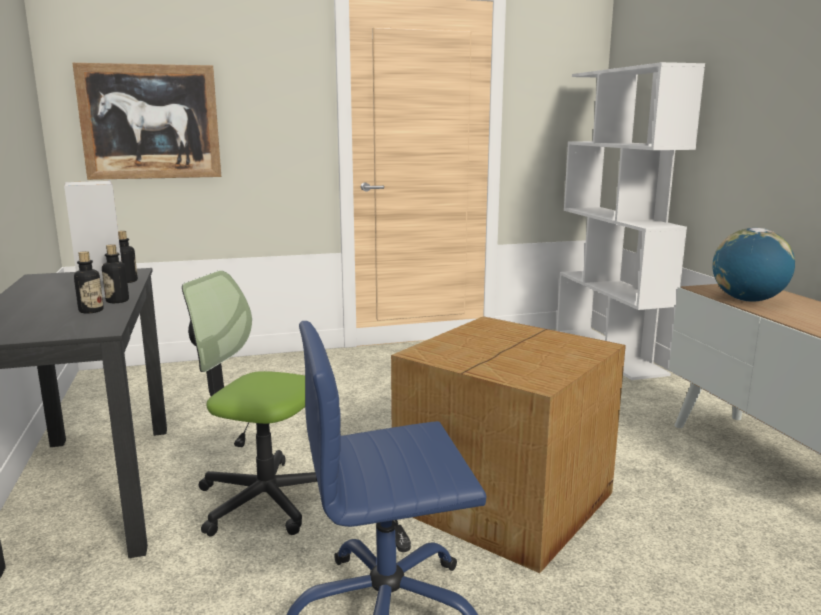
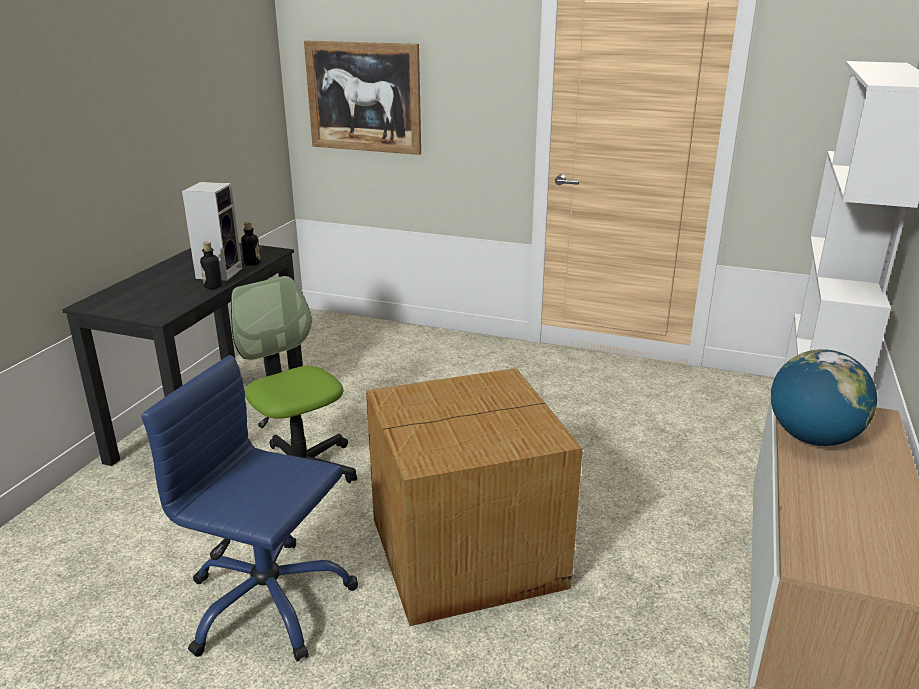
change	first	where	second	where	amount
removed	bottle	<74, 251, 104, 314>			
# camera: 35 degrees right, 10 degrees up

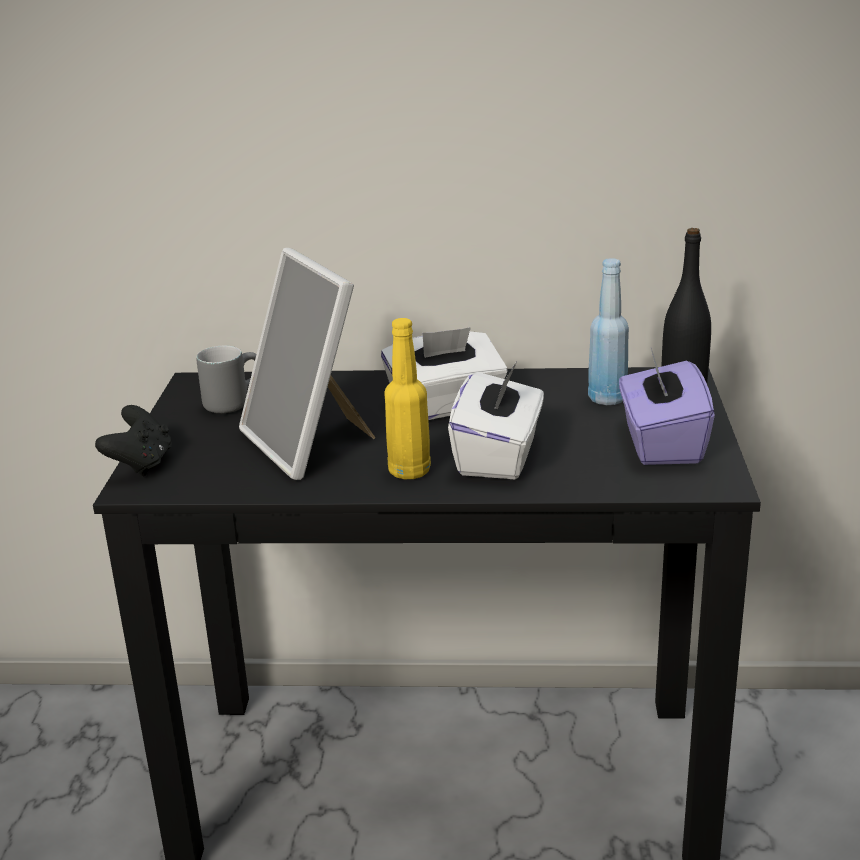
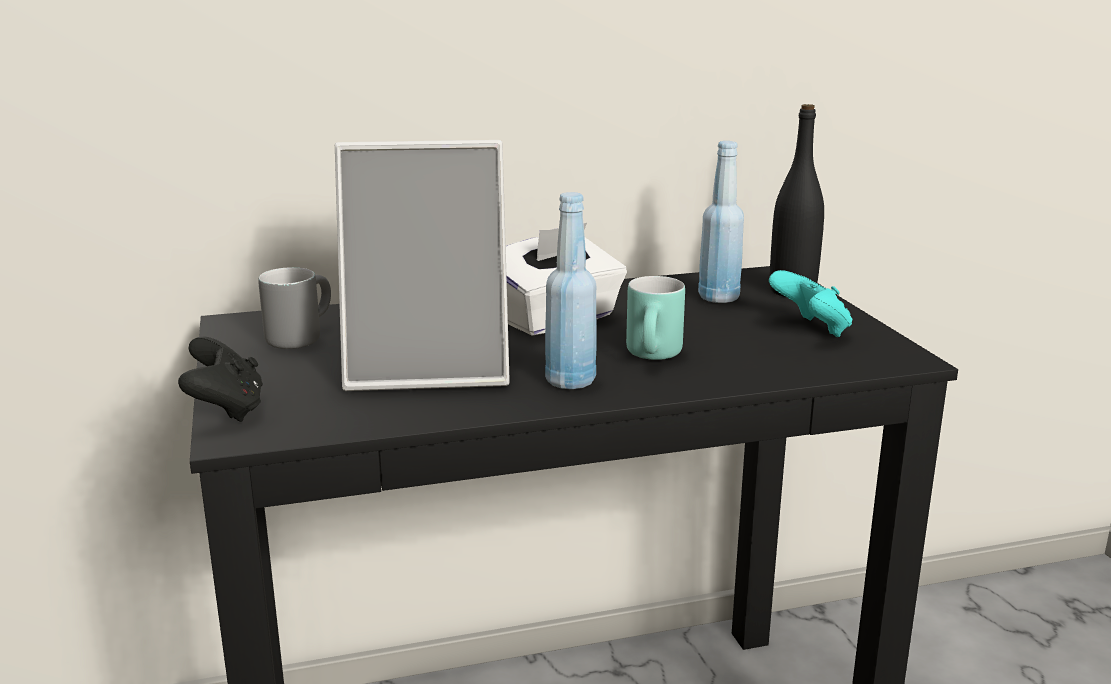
change	first	where	second	where	amount
turned	picture frame	<239, 248, 375, 480>		<335, 140, 510, 391>	45 degrees counterclockwise
recoloured	yellowish bottle	<384, 318, 431, 479>	blue-coloured bottle	<545, 192, 597, 389>	
replaced	purple-coloured box of tissues	<619, 348, 715, 465>	blue-green joypad	<769, 270, 852, 337>	
replaced	whitish box of tissues	<448, 362, 544, 479>	blue-green mug	<626, 276, 685, 360>	
# camera: 20 degrees left, 5 degrees down

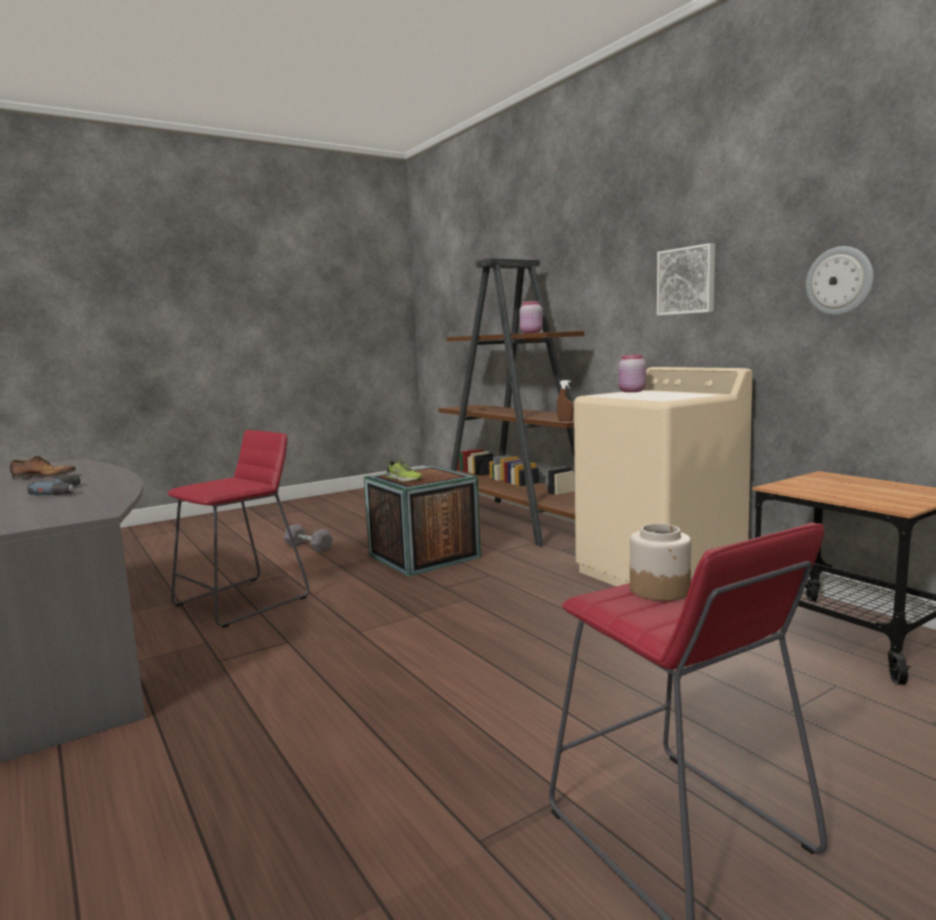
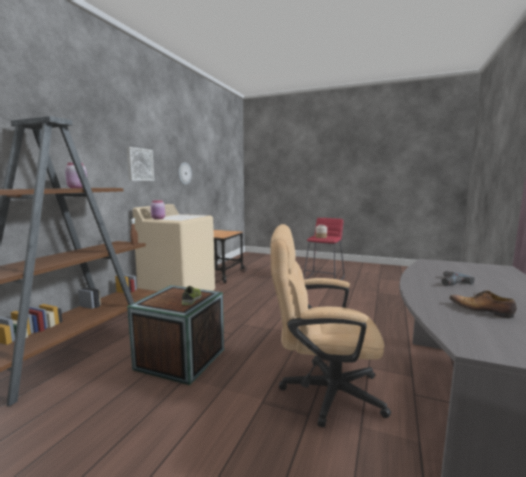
change	first	where	second	where	amount
replaced	reddish stool	<167, 430, 309, 628>	sand-coloured office chair	<271, 224, 391, 428>	
removed	greyish hand weight	<283, 524, 333, 553>			
# camera: 125 degrees left, 0 degrees up

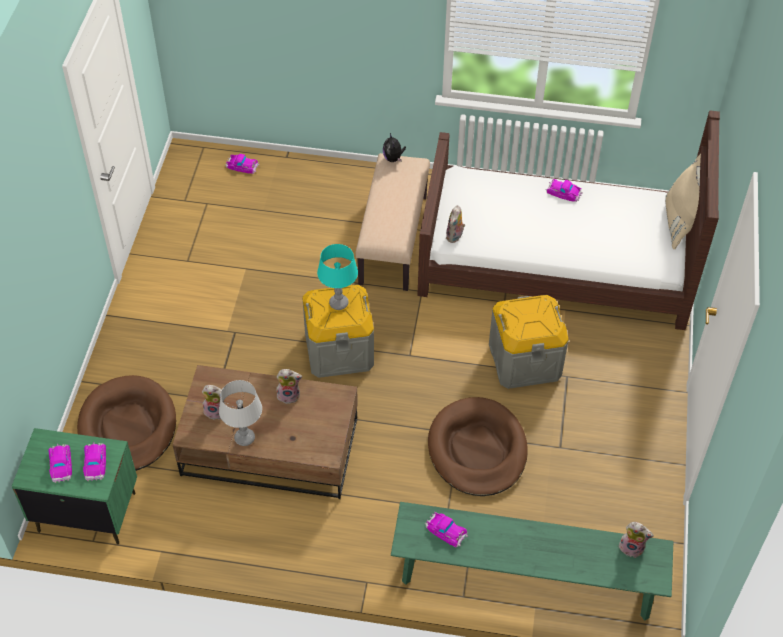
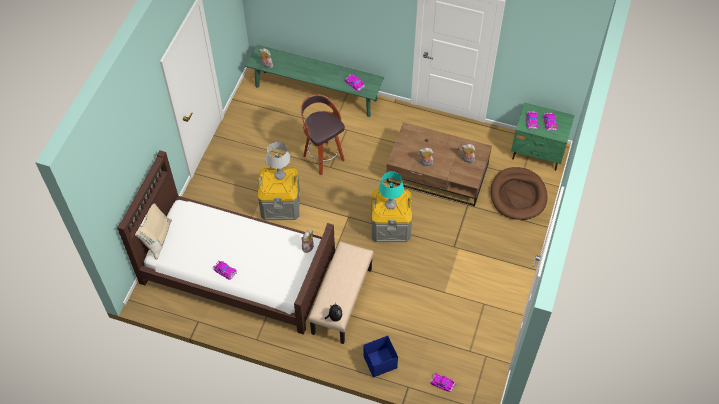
change	first	where	second	where	amount
moved	greyish tabletop lamp	<219, 380, 262, 446>		<266, 142, 290, 180>	
replaced	brown-coloured dog cushion	<428, 397, 528, 496>	stool	<301, 94, 345, 175>	
added			blue-coloured storage container	<363, 336, 398, 377>	
# camera: 170 degrees left, 5 degrees up

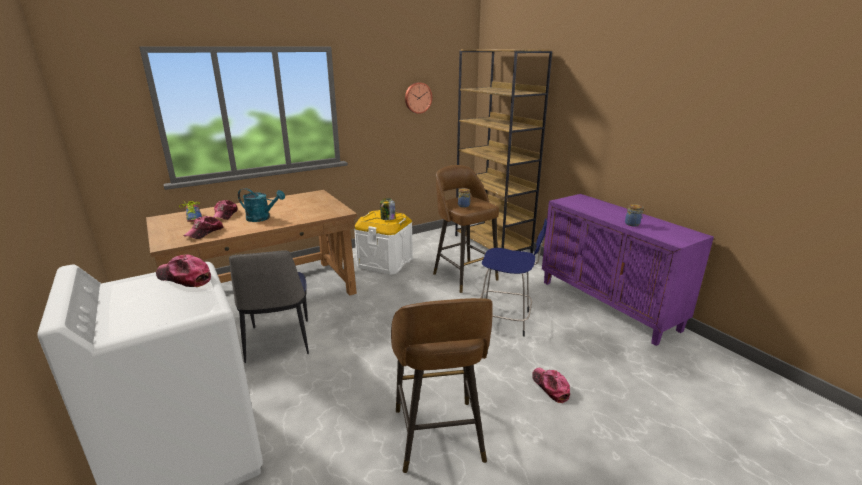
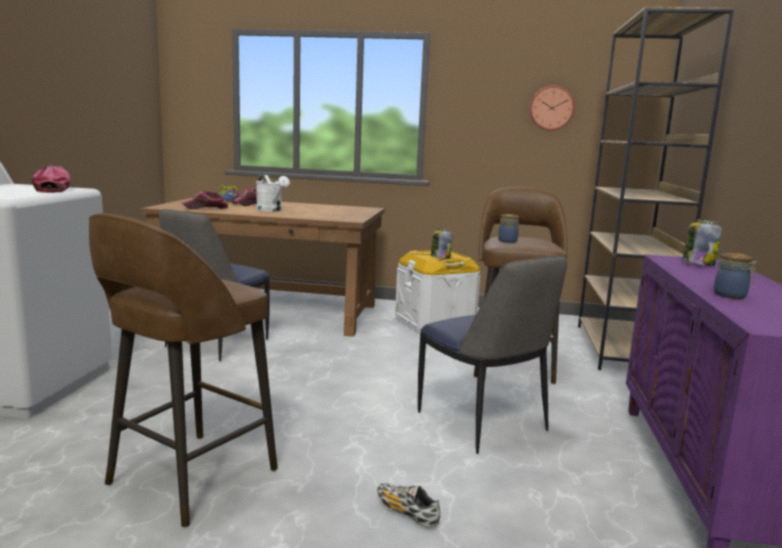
change	first	where	second	where	amount
recoloured	blue-green watering can	<238, 188, 285, 222>	whitish watering can	<256, 173, 290, 211>	
replaced	blue-coloured stool	<480, 218, 547, 337>	chair	<418, 256, 568, 454>	
replaced	cap	<532, 368, 570, 403>	item of footwear	<377, 483, 440, 528>	
added			preserve jar	<682, 219, 722, 266>	
# camera: 40 degrees right, 10 degrees down

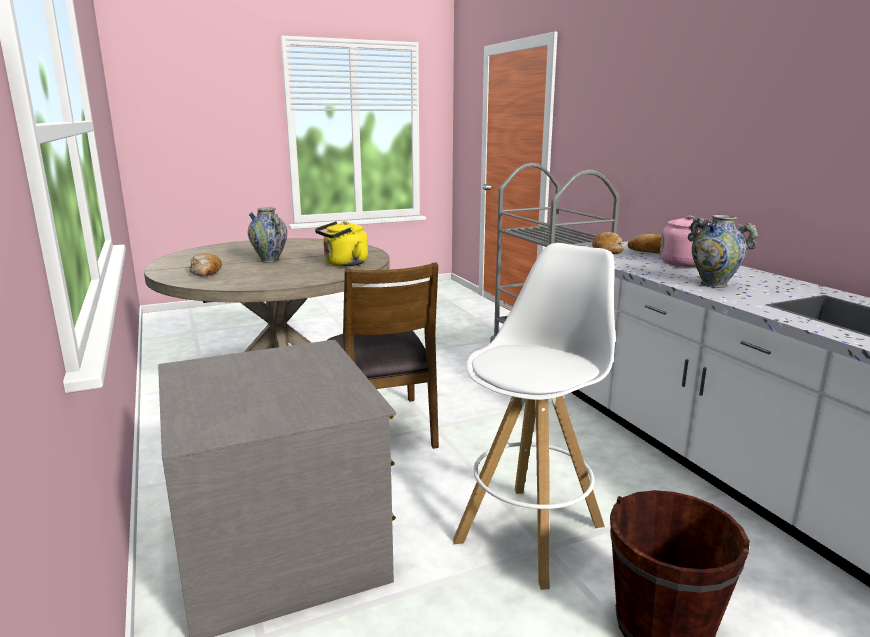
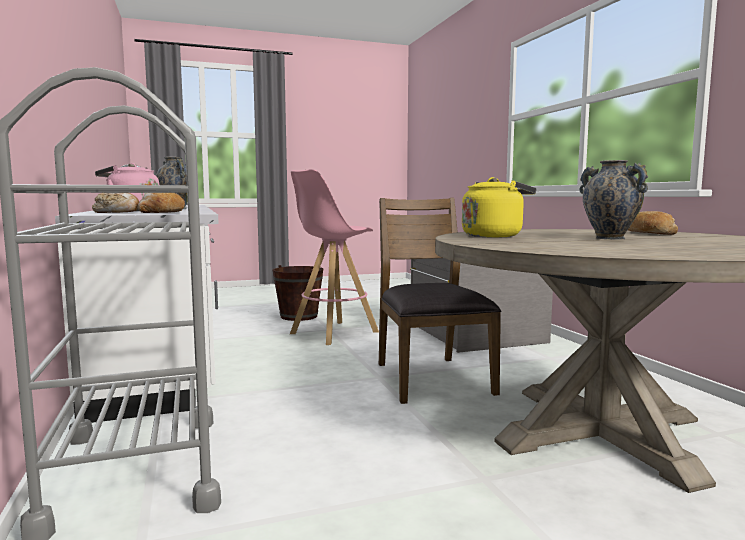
change	first	where	second	where	amount
recoloured	whitish stool	<453, 243, 615, 590>	pinkish stool	<290, 169, 379, 345>	
# camera: 175 degrees left, 10 degrees down

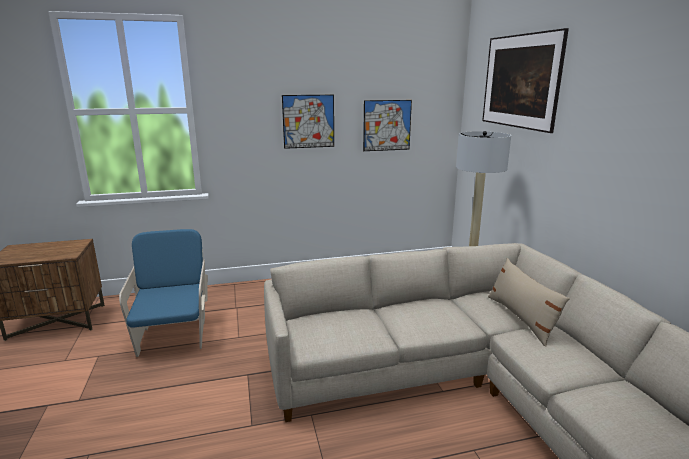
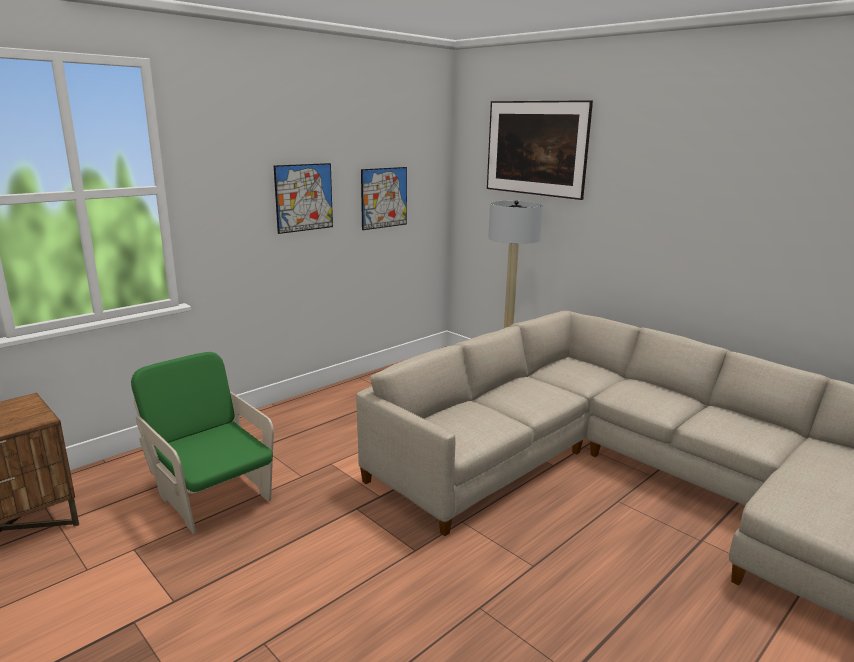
change	first	where	second	where	amount
recoloured	blue-coloured lounge chair	<119, 229, 208, 357>	greenish lounge chair	<131, 352, 274, 534>	
removed	sand-coloured pillow	<488, 258, 570, 347>			
# camera: 30 degrees left, 0 degrees up

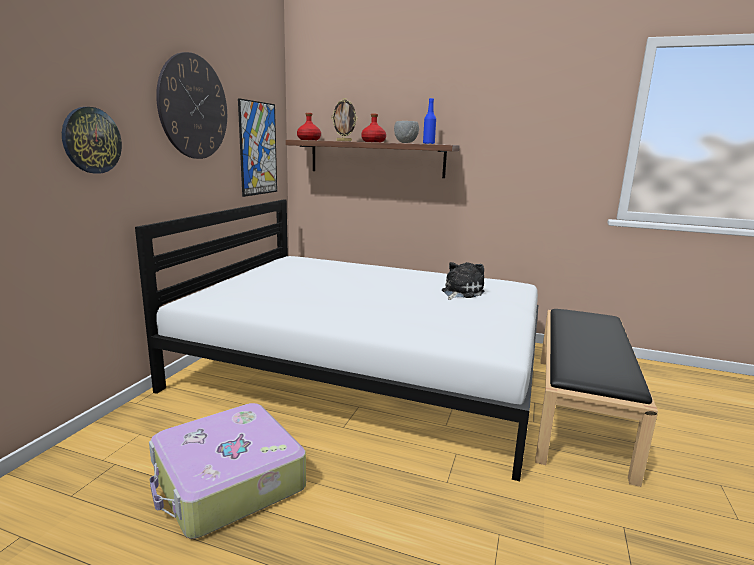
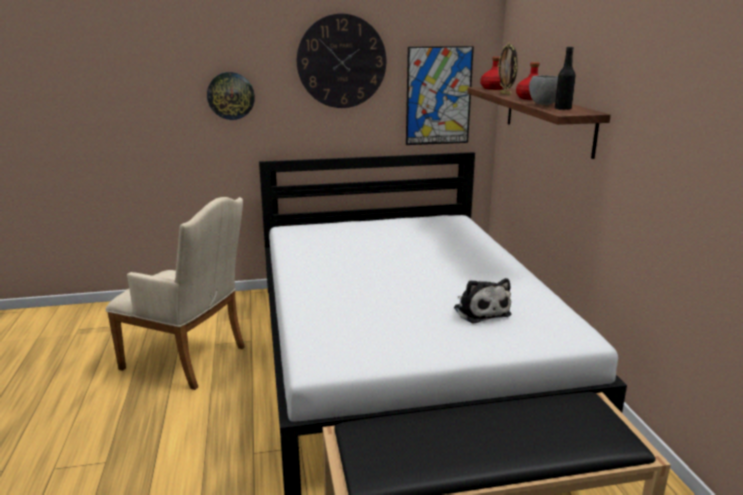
change	first	where	second	where	amount
recoloured	blue-coloured bottle	<423, 98, 436, 144>	blackish bottle	<555, 47, 576, 110>	
turned	plush toy	<442, 262, 485, 300>		<454, 278, 511, 324>	60 degrees clockwise
replaced	suitcase	<149, 403, 306, 539>	sand-coloured lounge chair	<105, 197, 245, 390>	
# camera: 60 degrees right, 5 degrees up

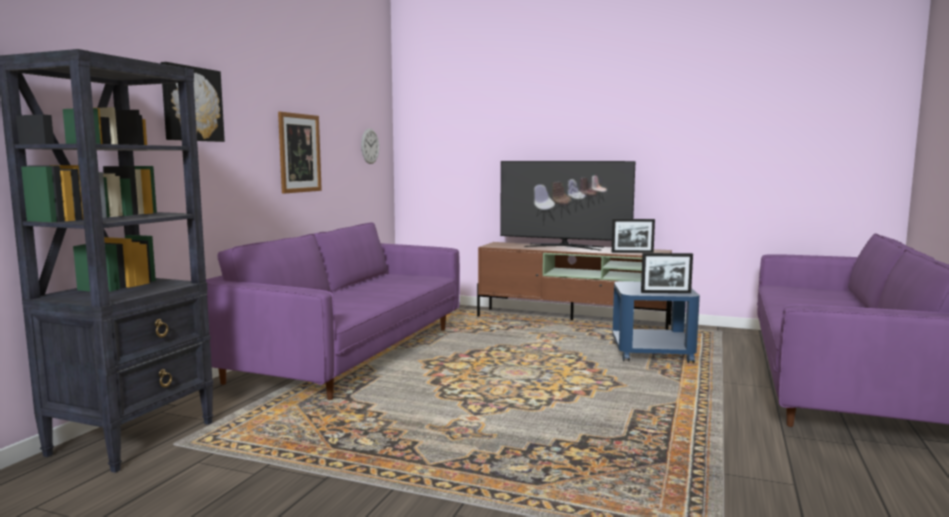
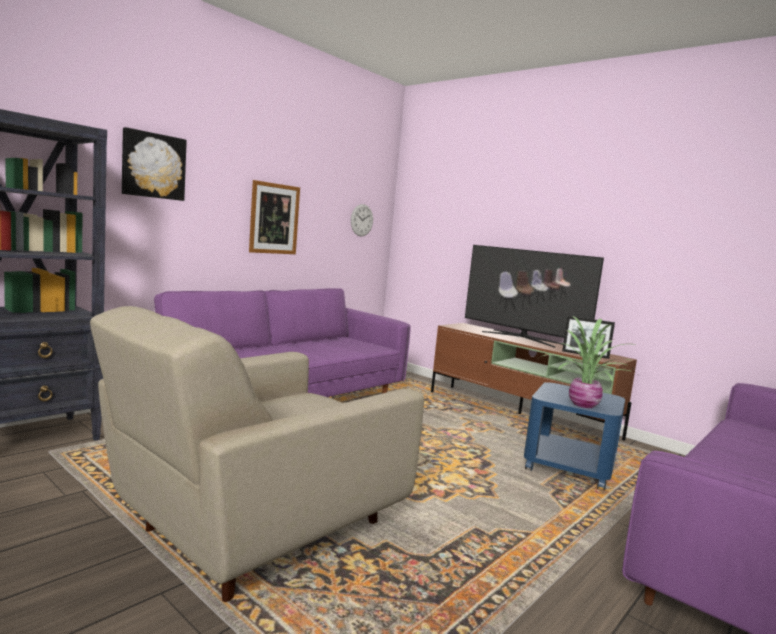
change	first	where	second	where	amount
replaced	picture frame	<641, 253, 693, 293>	plant in a pot	<540, 316, 636, 408>	
added			sand-coloured lounge chair	<90, 306, 424, 602>	
# camera: 20 degrees right, 0 degrees up

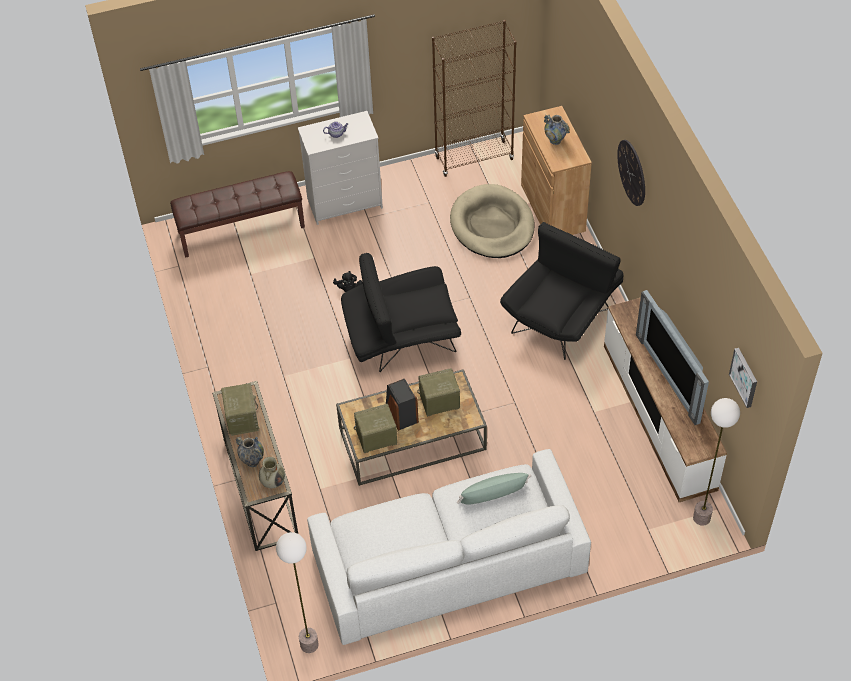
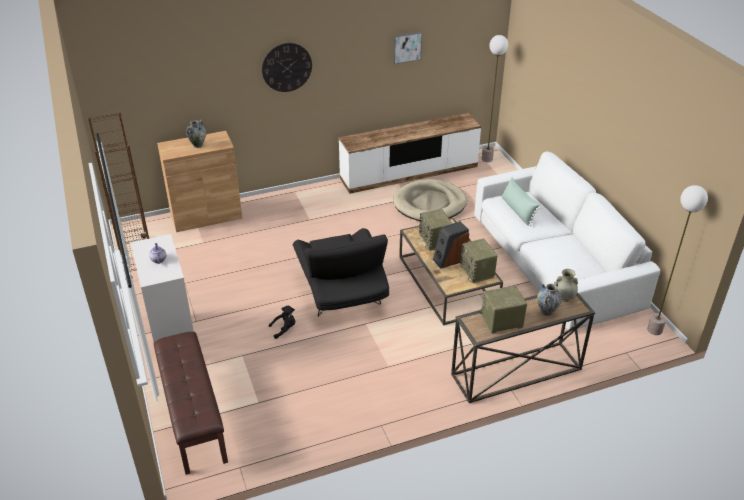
change	first	where	second	where	amount
moved	sand-coloured dog cushion	<450, 184, 535, 258>		<393, 179, 467, 221>	
removed	blackish lounge chair	<500, 222, 624, 360>			
removed	television	<636, 290, 709, 425>			
moved	picture	<729, 348, 757, 408>		<393, 32, 422, 64>	
# camera: 95 degrees left, 15 degrees down

